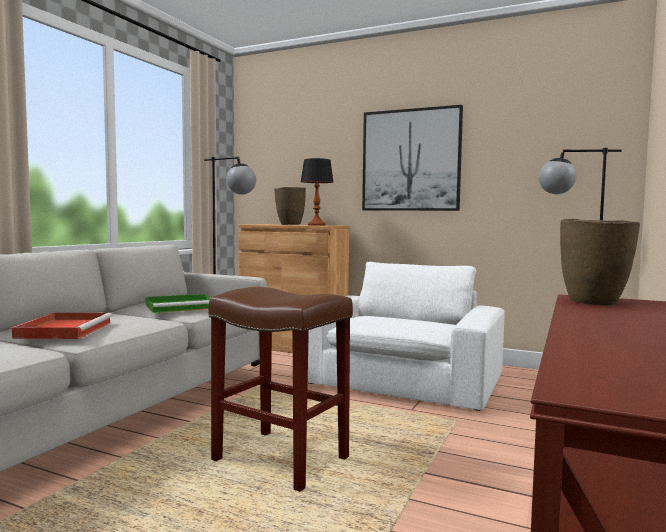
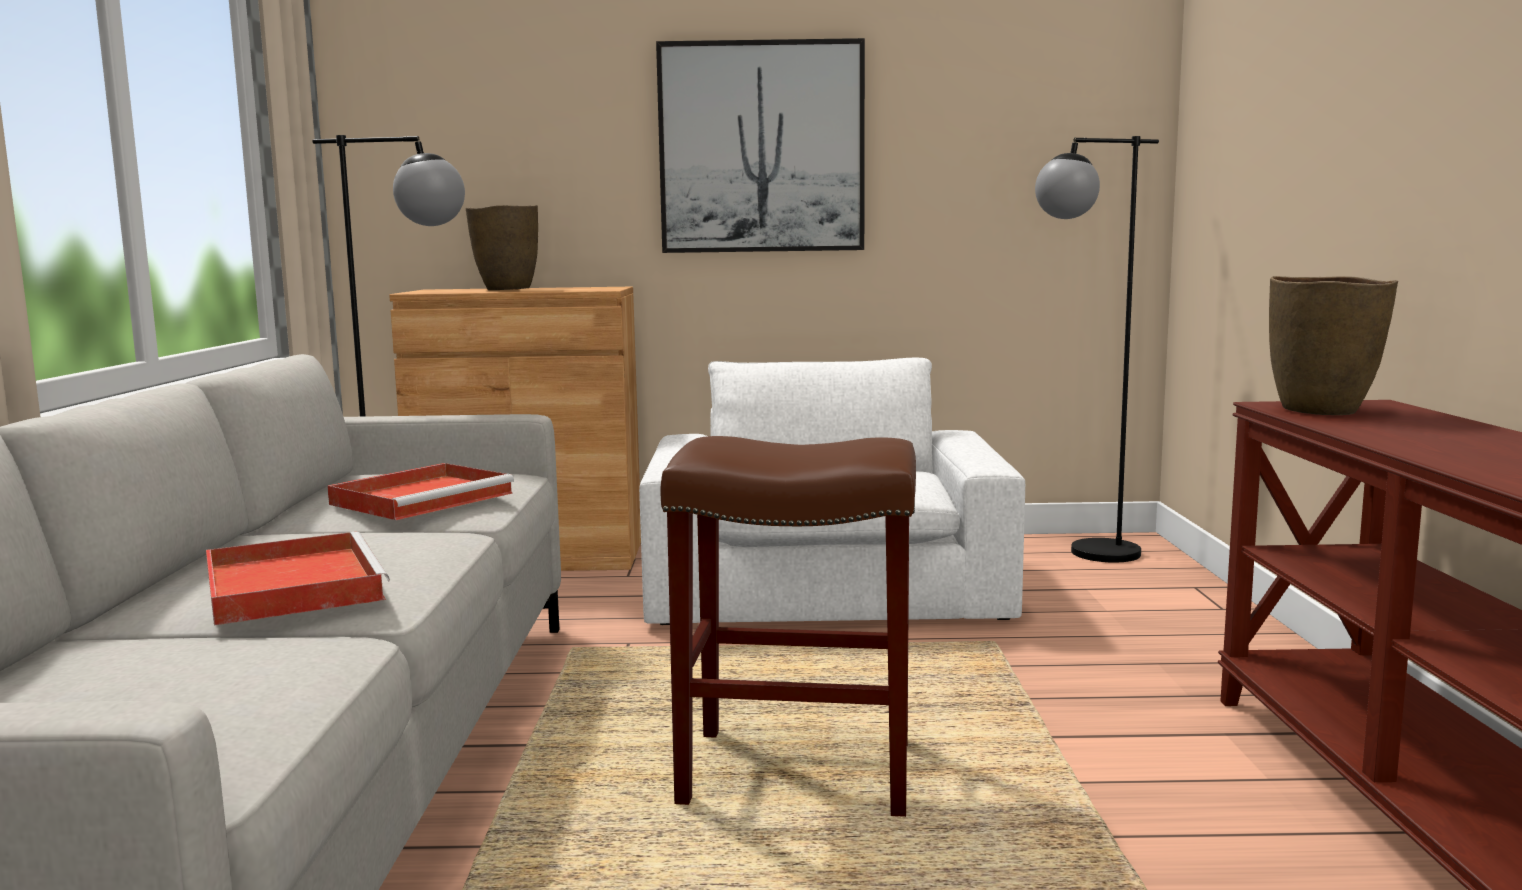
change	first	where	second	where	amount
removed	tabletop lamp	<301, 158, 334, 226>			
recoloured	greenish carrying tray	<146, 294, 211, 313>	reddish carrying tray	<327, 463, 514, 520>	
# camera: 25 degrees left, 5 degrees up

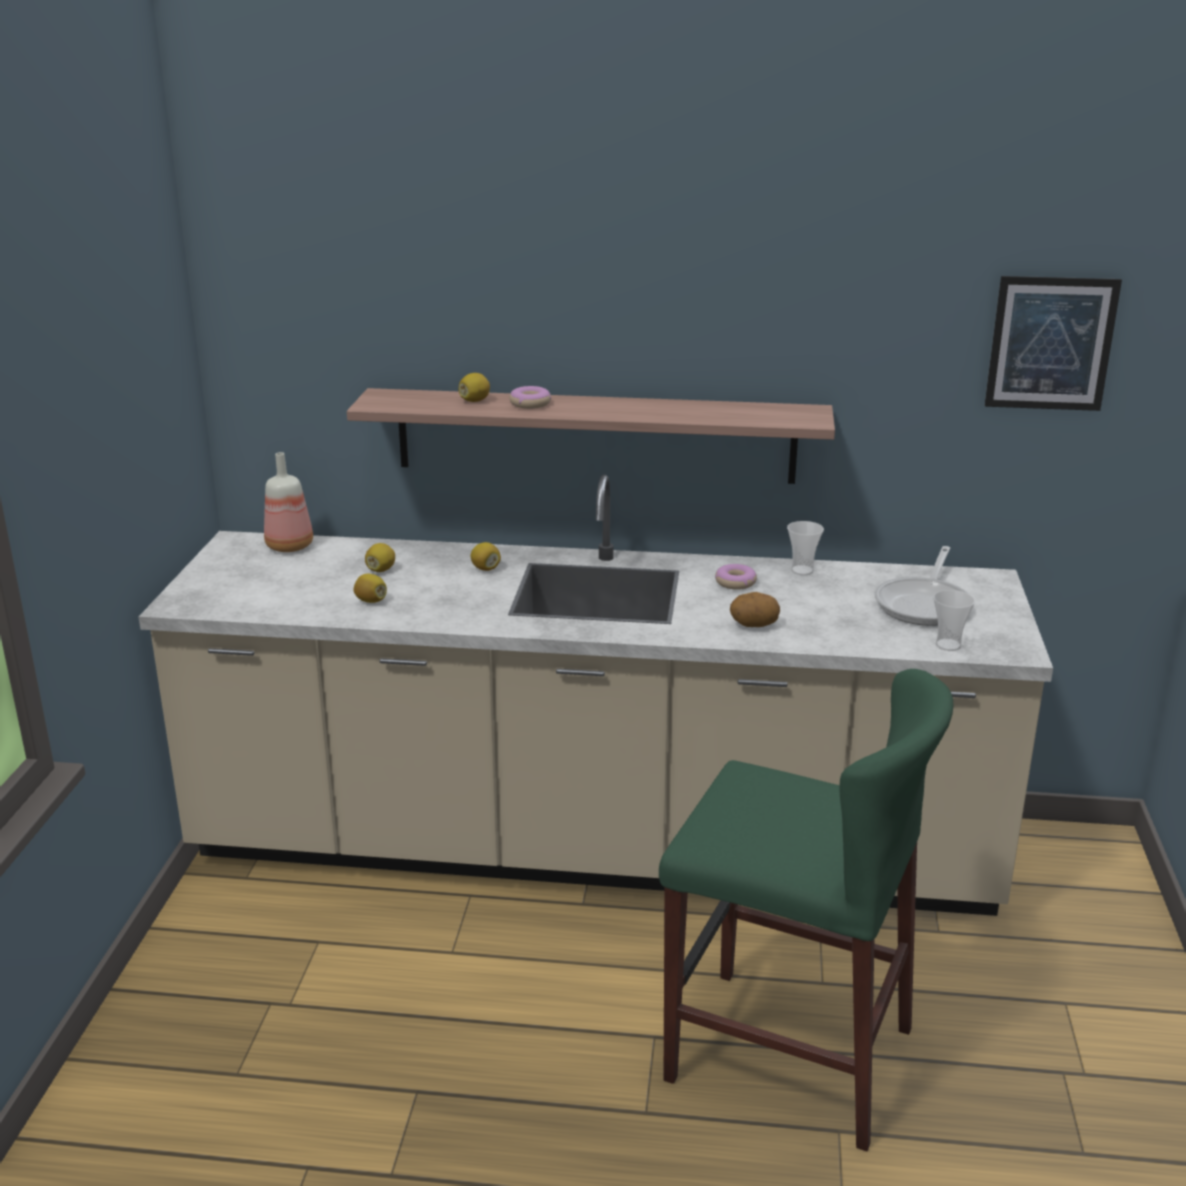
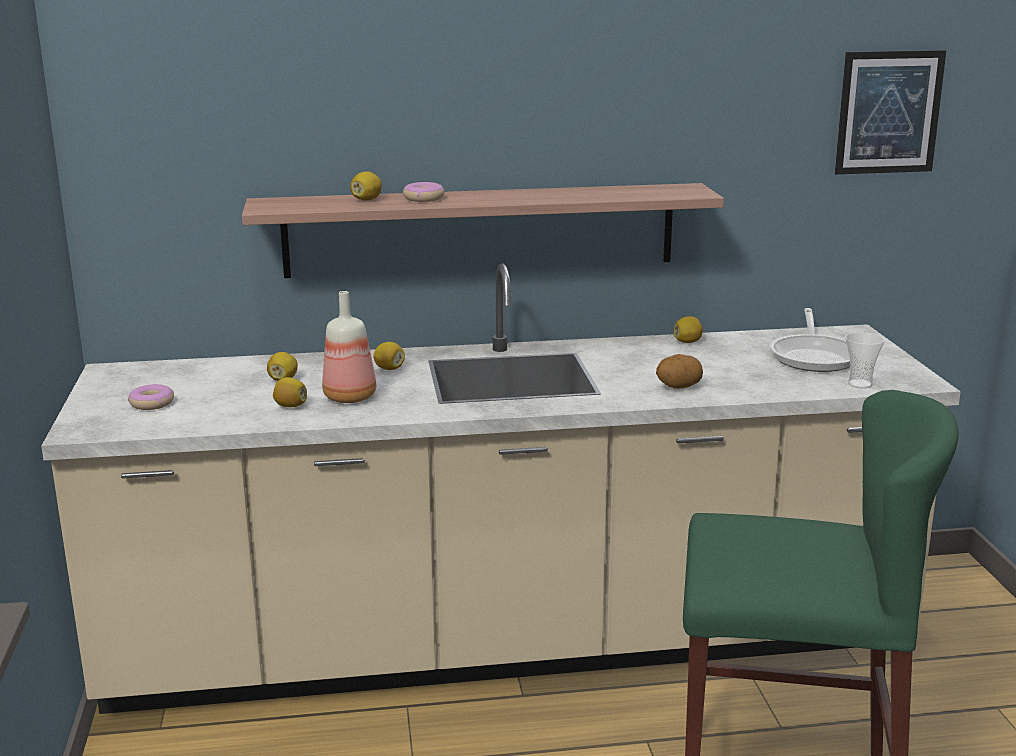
change	first	where	second	where	amount
moved	bottle	<264, 452, 313, 552>		<322, 291, 376, 403>	
replaced	cup	<787, 521, 824, 575>	lemon	<673, 316, 703, 343>	
moved	ring doughnut	<715, 564, 757, 590>		<128, 384, 174, 410>	
# camera: 15 degrees left, 5 degrees down

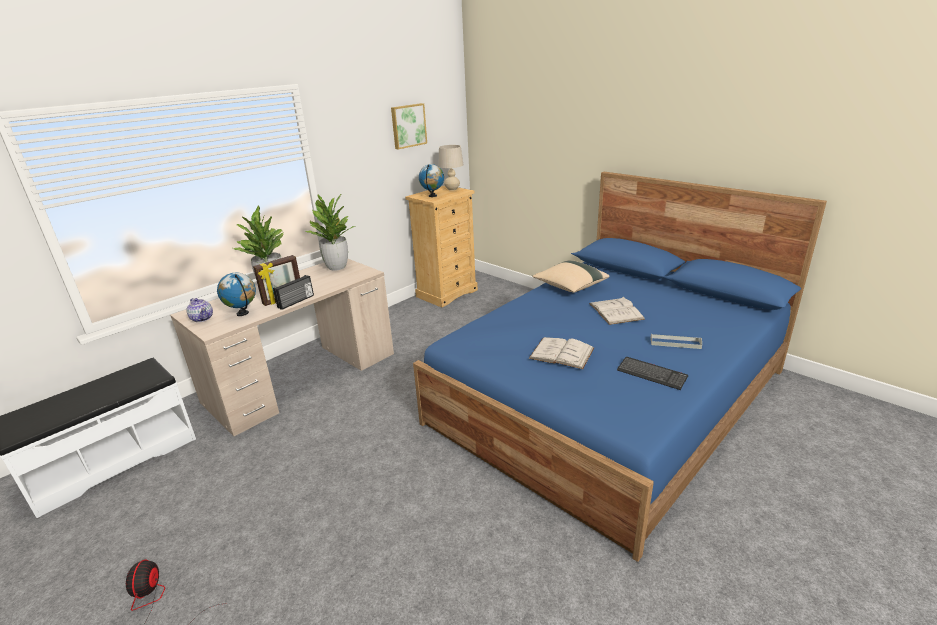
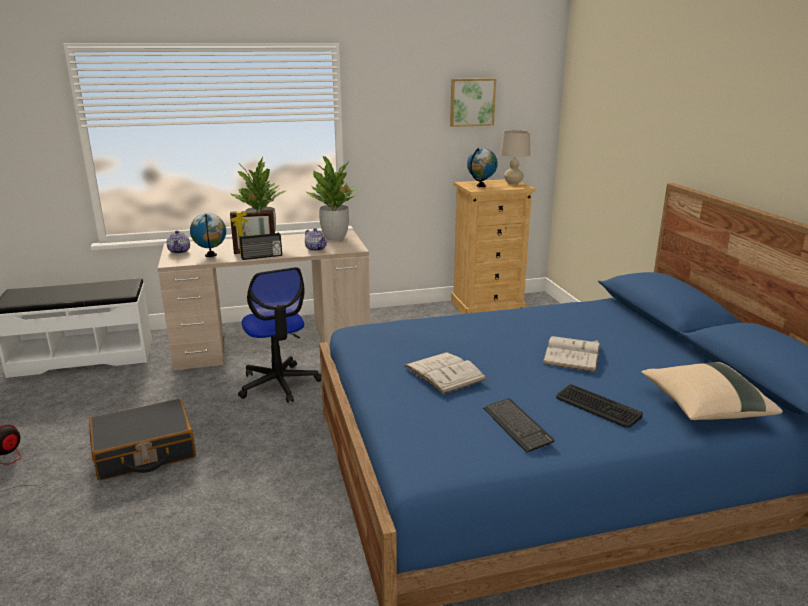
change	first	where	second	where	amount
moved	sand-coloured pillow	<532, 260, 610, 293>		<641, 362, 783, 420>	
replaced	greyish carrying tray	<651, 334, 702, 349>	keyboard	<556, 384, 643, 428>	
added			teapot	<305, 228, 327, 251>	
added			office chair	<238, 267, 321, 403>	
added			blackish suitcase	<89, 399, 196, 480>	
# camera: 30 degrees right, 5 degrees down

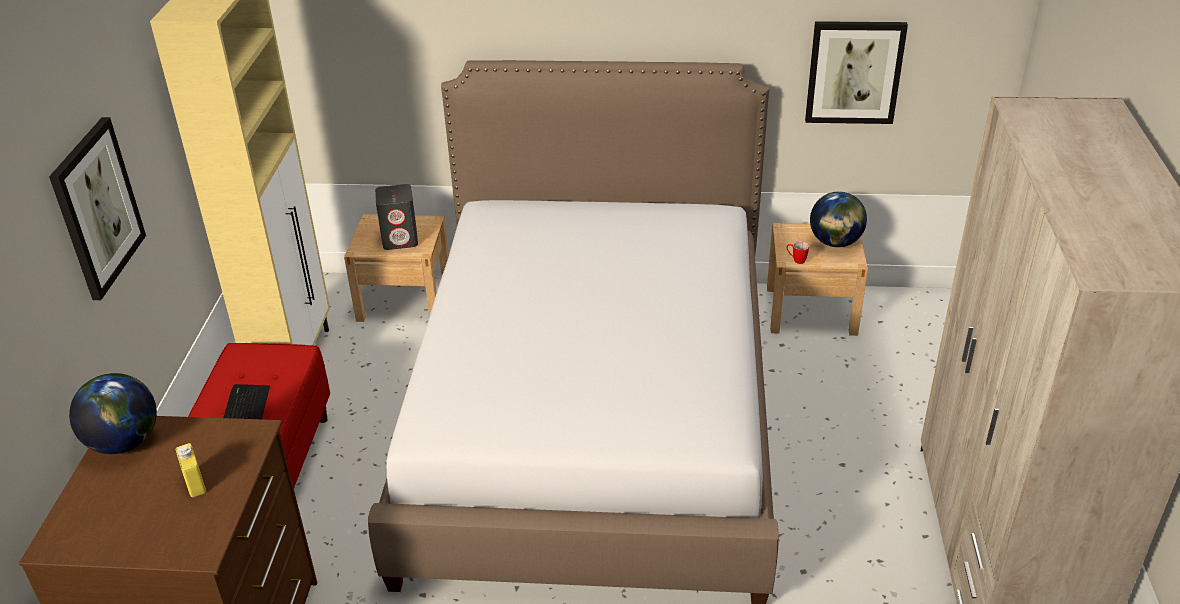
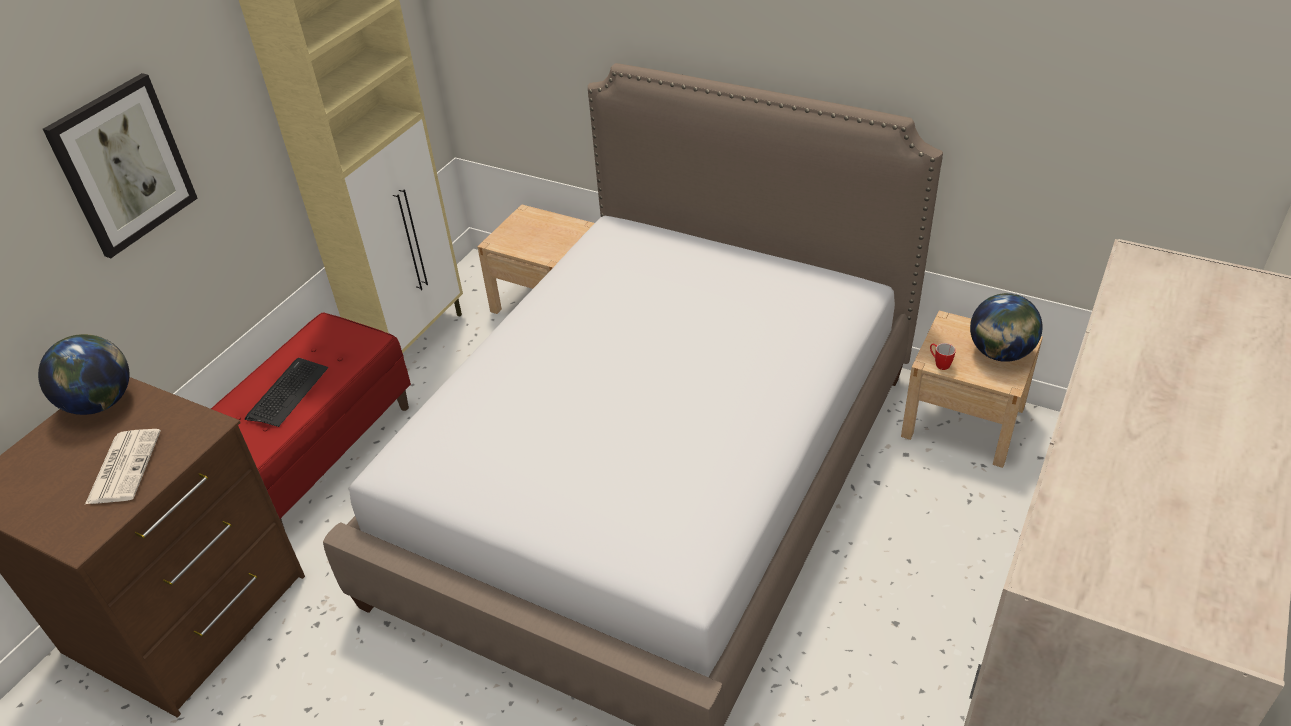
change	first	where	second	where	amount
removed	picture	<805, 21, 908, 124>			
removed	greyish audio speaker	<375, 184, 418, 250>			
replaced	yellowish bottle	<176, 443, 206, 497>	newspaper	<85, 429, 161, 504>	
# camera: 25 degrees right, 5 degrees up

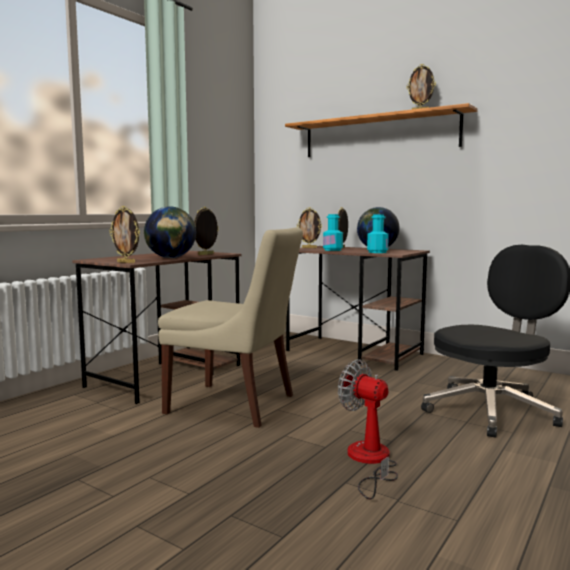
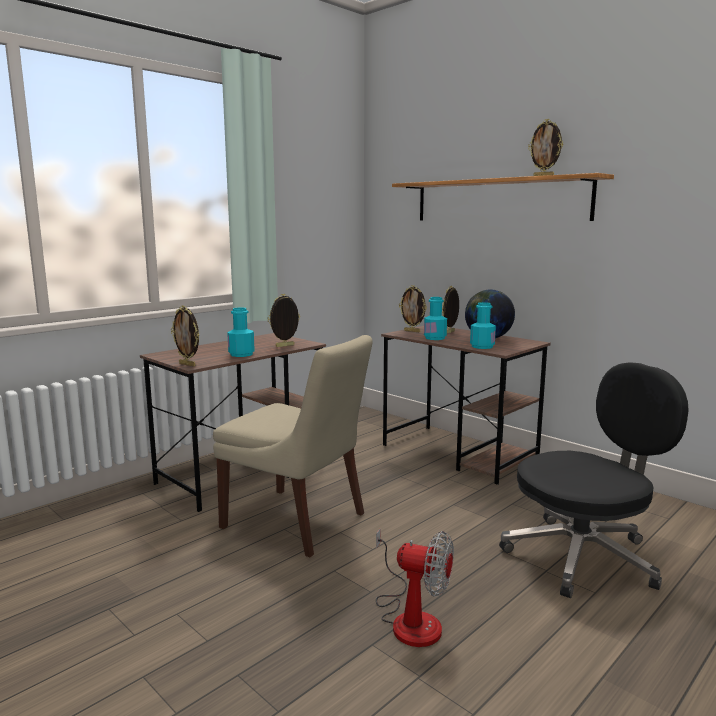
change	first	where	second	where	amount
replaced	world globe	<144, 206, 196, 258>	blue-green bottle	<227, 307, 255, 357>	
turned	electric fan	<338, 359, 398, 500>		<376, 529, 454, 647>	150 degrees clockwise
# camera: 10 degrees right, 5 degrees up

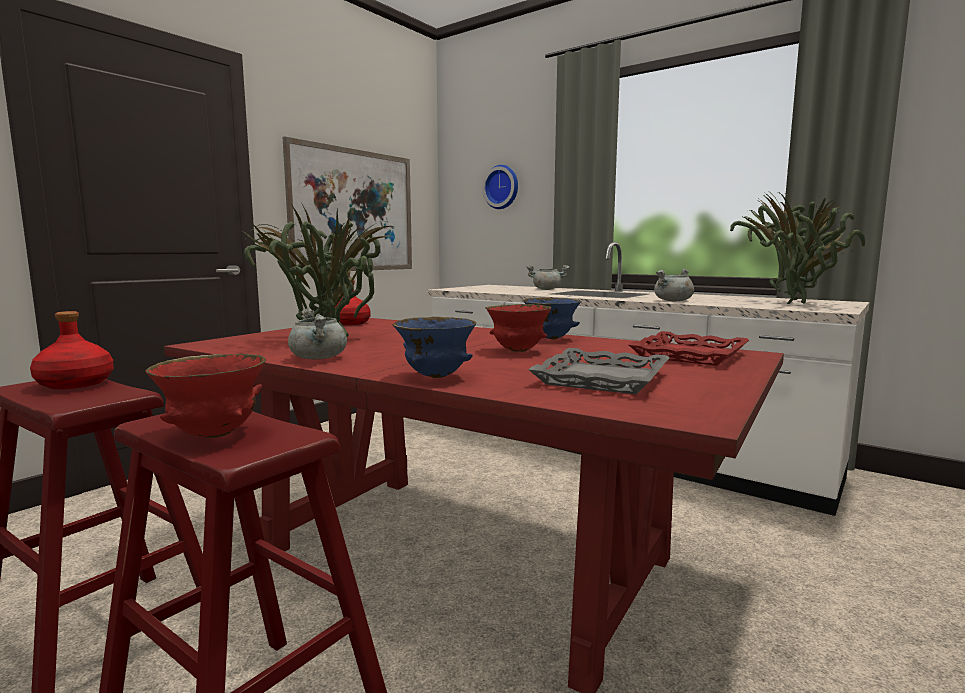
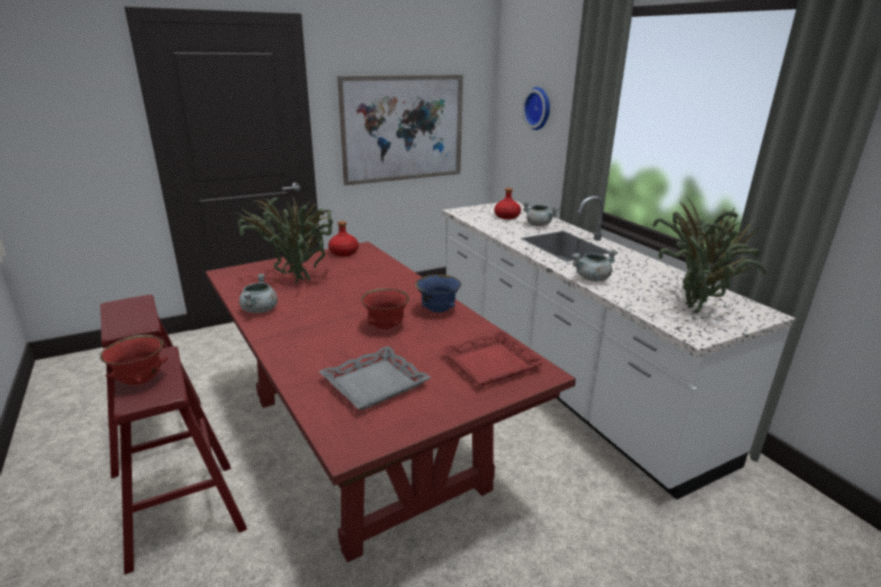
change	first	where	second	where	amount
moved	reddish bottle	<30, 311, 114, 389>		<494, 188, 521, 219>	
removed	blue-coloured bowl	<393, 317, 476, 378>			
# camera: 25 degrees right, 15 degrees up

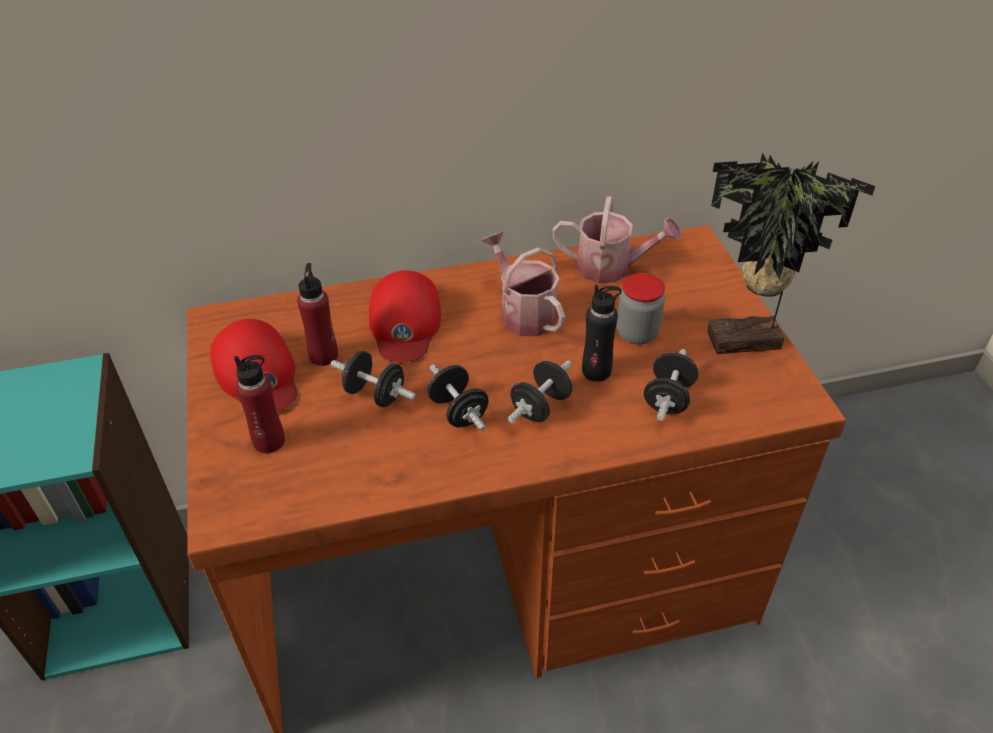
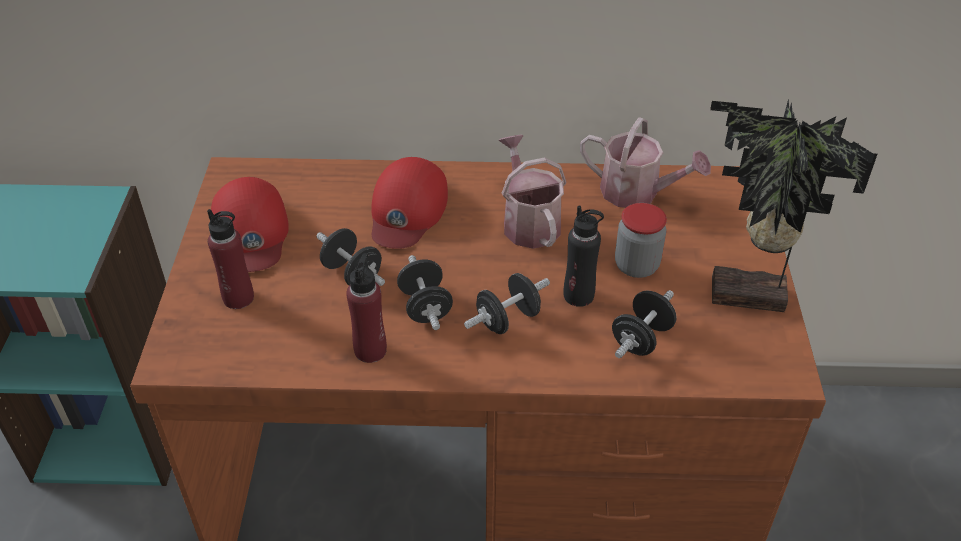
change	first	where	second	where	amount
moved	reddish bottle	<297, 263, 338, 366>		<346, 253, 387, 363>	
# camera: 15 degrees right, 0 degrees up

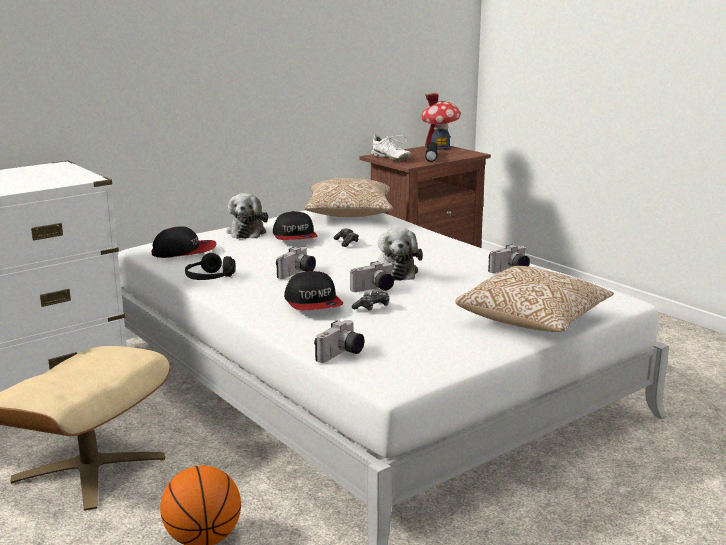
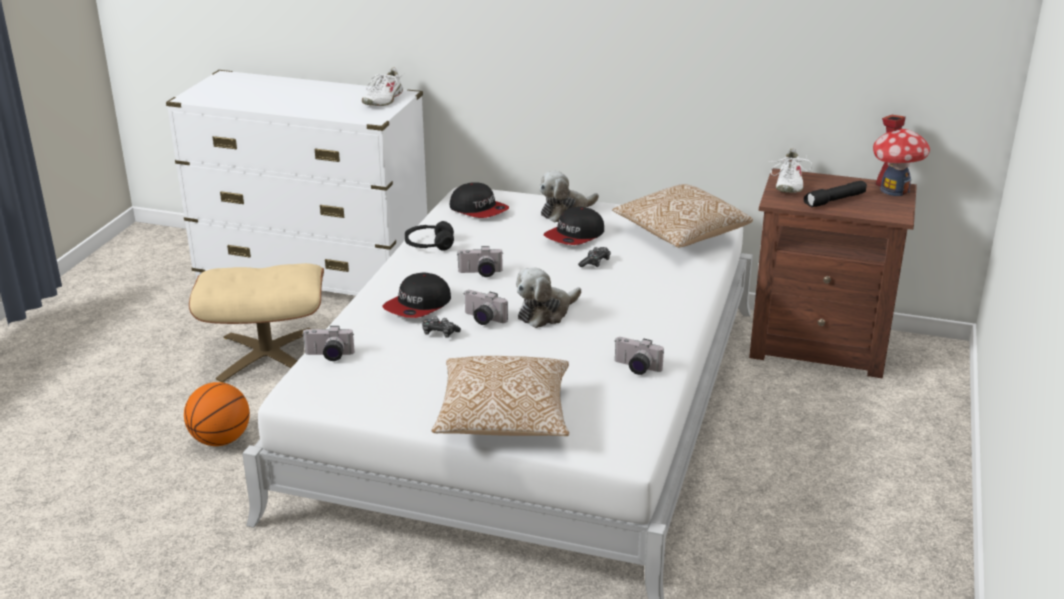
change	first	where	second	where	amount
added			whitish item of footwear	<362, 68, 404, 106>	
# camera: 55 degrees right, 10 degrees up

